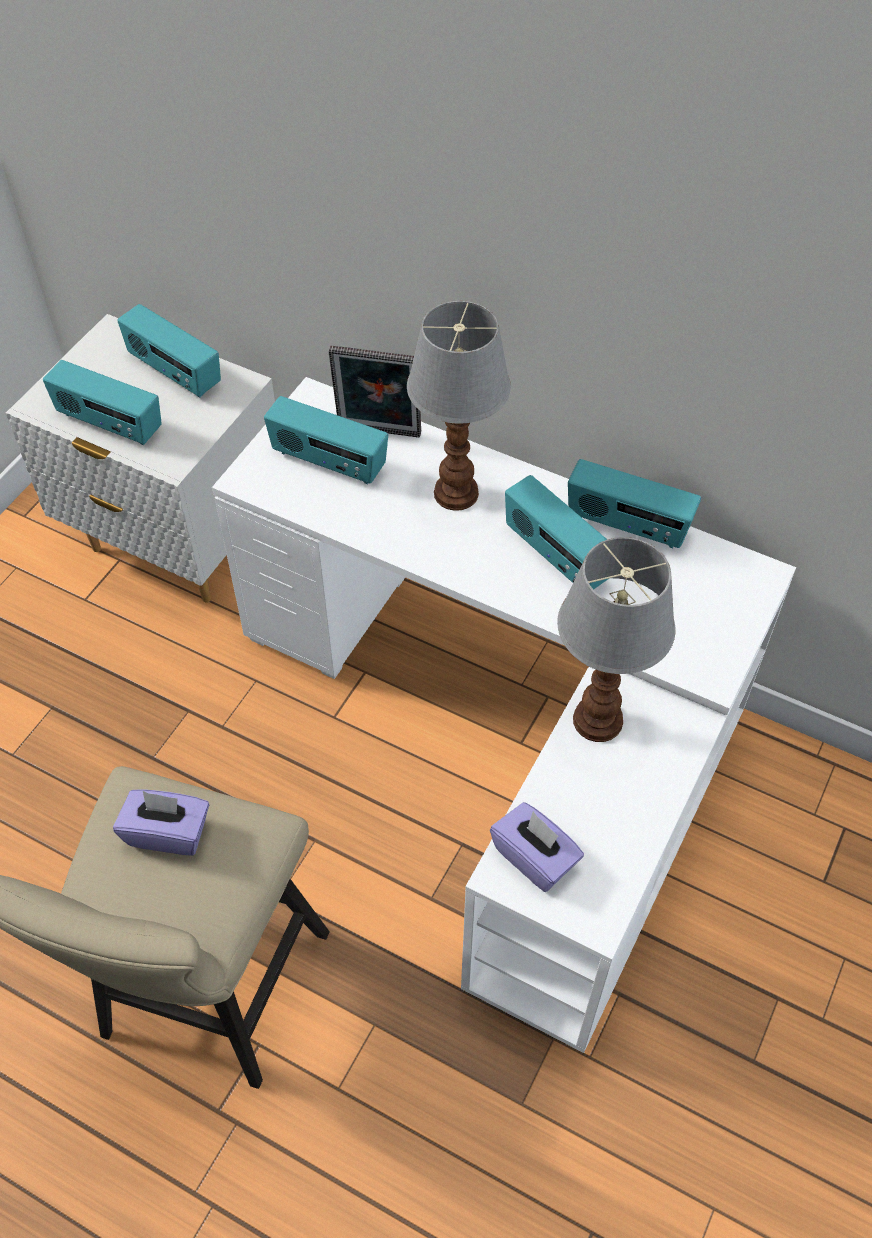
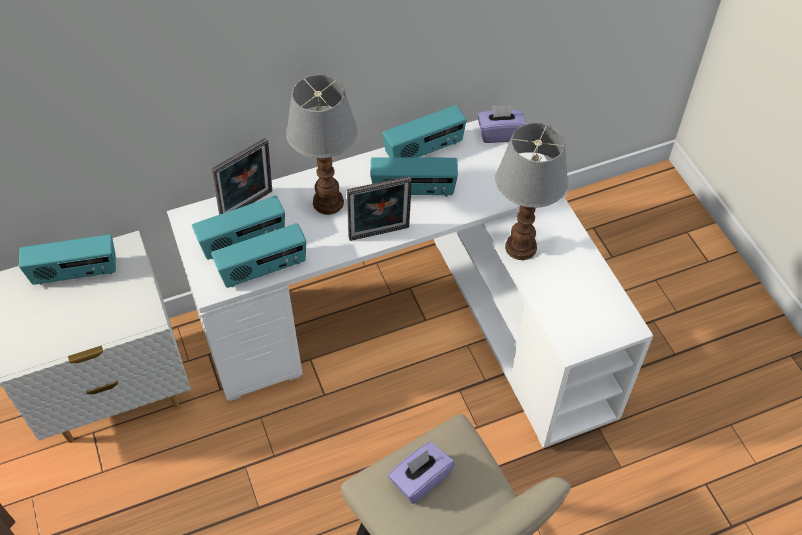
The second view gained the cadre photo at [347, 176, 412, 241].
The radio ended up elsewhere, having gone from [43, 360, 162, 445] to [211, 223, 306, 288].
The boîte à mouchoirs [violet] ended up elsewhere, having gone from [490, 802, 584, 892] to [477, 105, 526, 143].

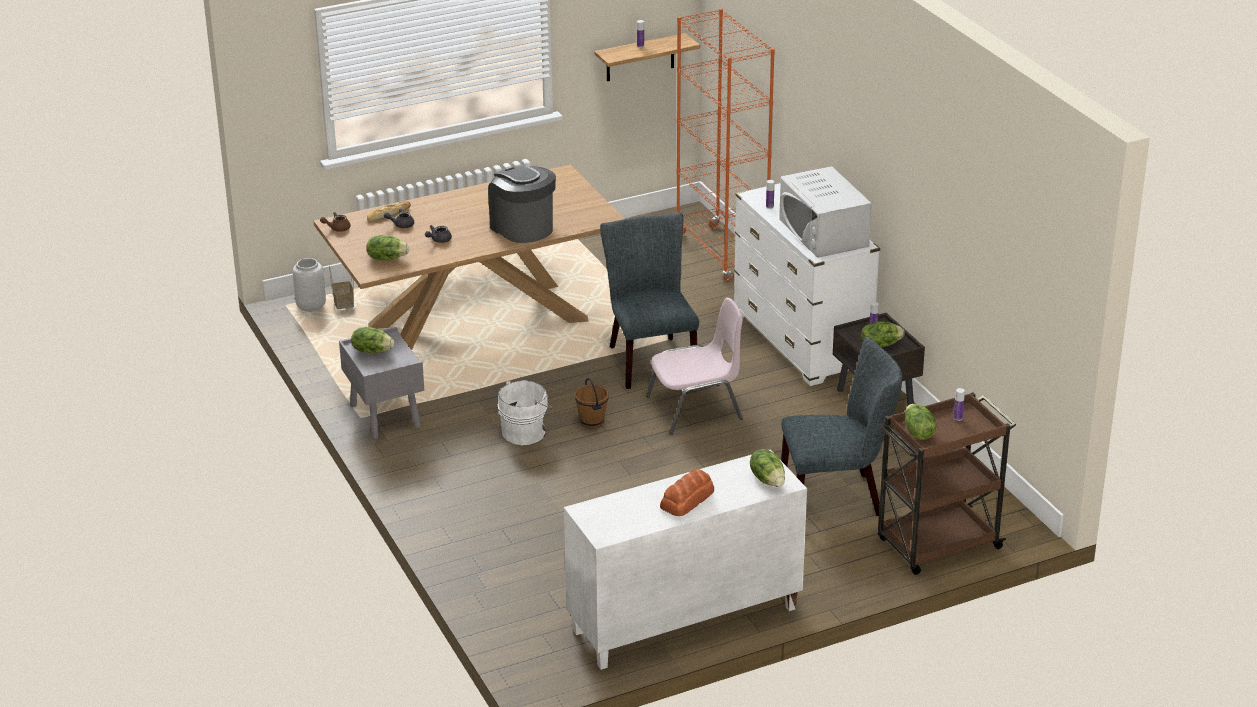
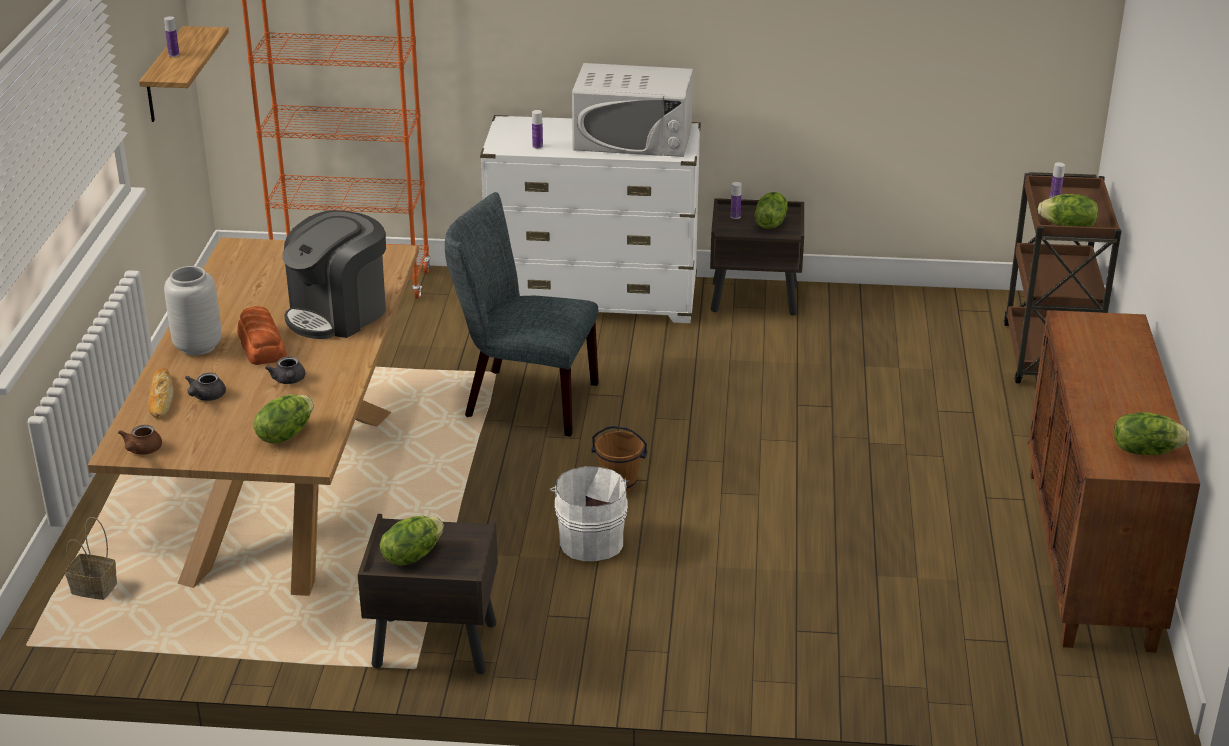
The second view lost the chaise [rose] at [646, 298, 743, 435].
The second view lost the chaise [gris] at [781, 337, 902, 516].
The vase [gris] ended up elsewhere, having gone from [293, 258, 326, 312] to [164, 266, 222, 355].
The pain ended up elsewhere, having gone from [660, 469, 714, 516] to [237, 306, 287, 365].
The laitue ended up elsewhere, having gone from [750, 449, 785, 487] to [1114, 412, 1189, 455].
What was the table de chevet [gris] at [339, 327, 424, 439] turned into the table de chevet [marron] at [358, 514, 498, 674].
What was the meuble de rangement [blanc] at [564, 449, 807, 670] turned into the meuble de rangement [marron] at [1028, 310, 1200, 653].
The machine à café at [488, 166, 556, 243] ended up facing another way, 45 degrees counterclockwise from before.

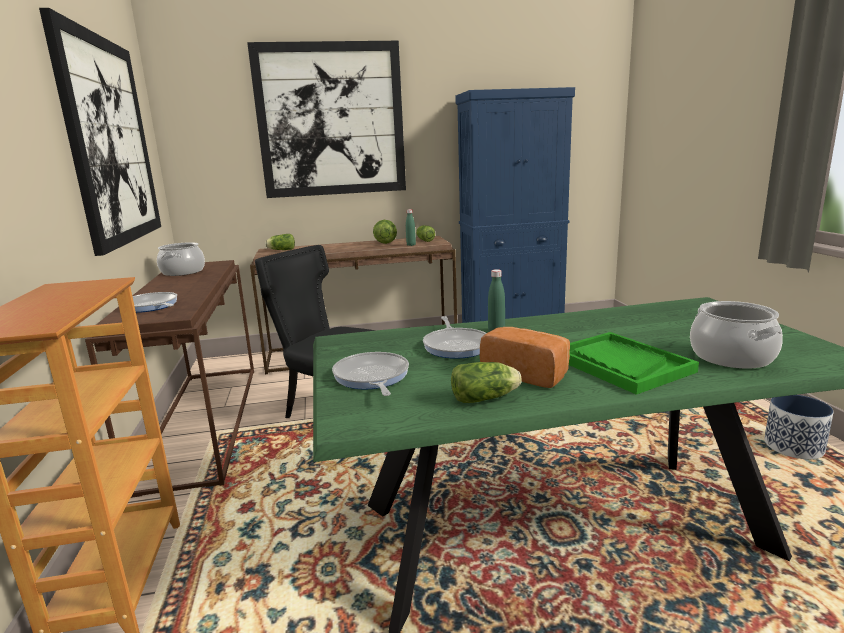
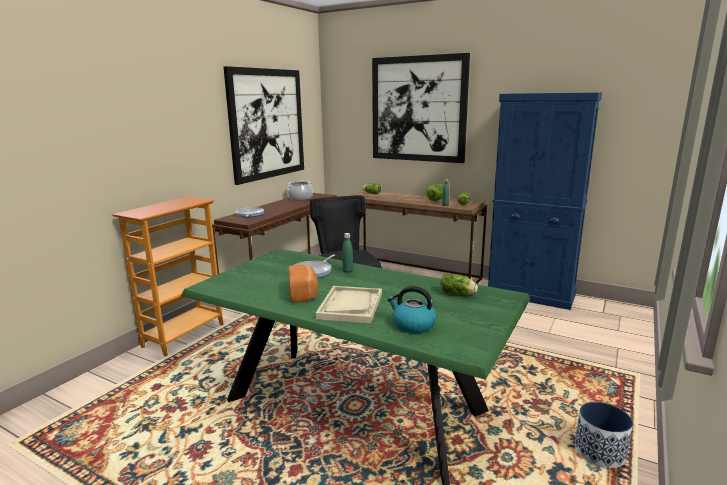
The second view lost the poêle at [332, 352, 409, 396].
The laitue ended up elsewhere, having gone from [451, 362, 522, 403] to [440, 273, 478, 295].
Where the marmite stood at [690, 301, 783, 369], the bouilloire came to stand at [388, 286, 437, 333].
What was the plateau [vert] at [569, 332, 699, 395] turned into the plateau [beige] at [316, 286, 382, 323].

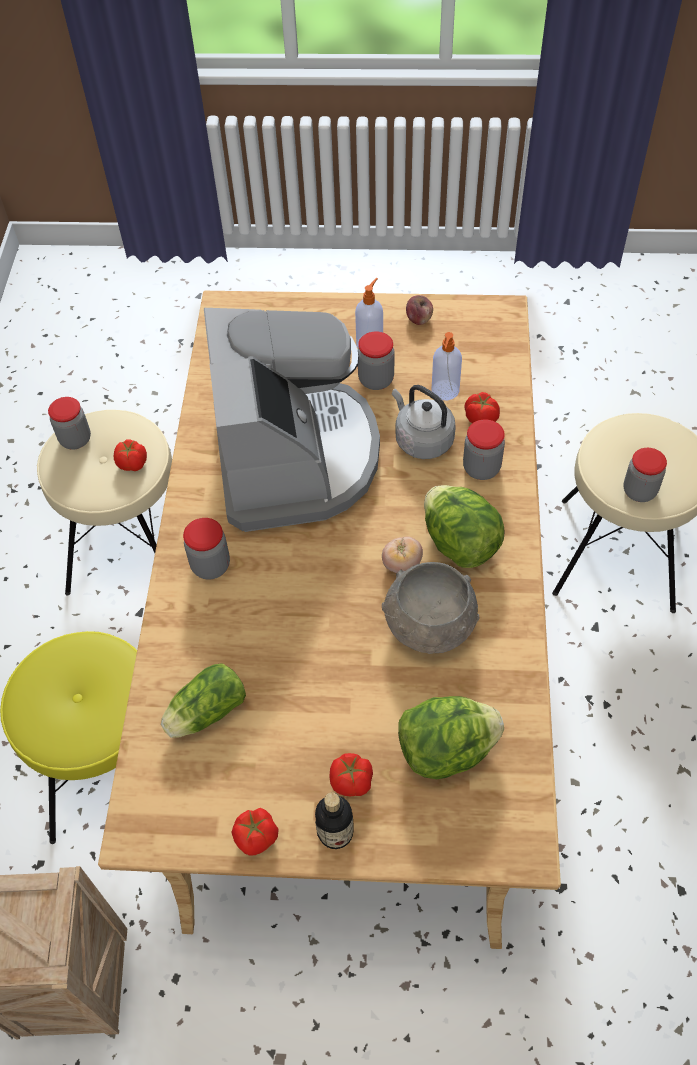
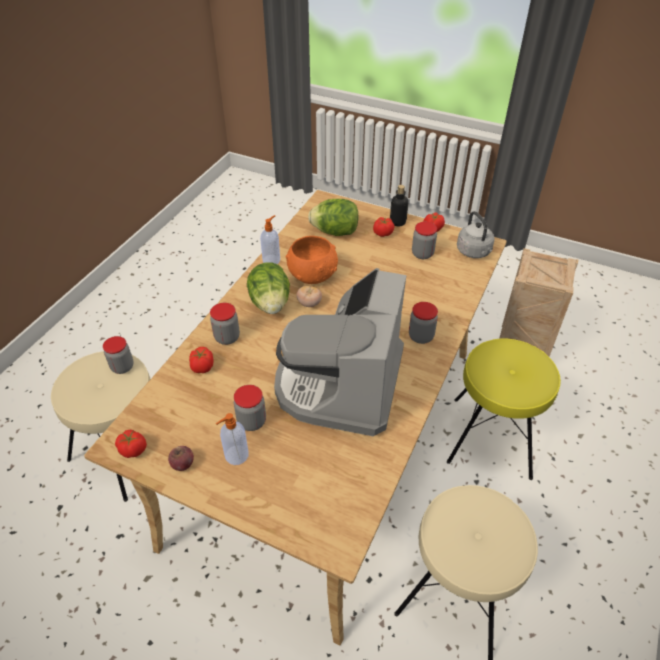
The second view lost the laitue at [161, 663, 246, 738].
The bocal ended up elsewhere, having gone from [48, 397, 91, 449] to [412, 222, 437, 259].
The tomate ended up elsewhere, having gone from [113, 439, 147, 471] to [115, 430, 147, 458].
The bouilloire [gris] ended up elsewhere, having gone from [392, 385, 456, 459] to [457, 211, 495, 258].
The distributeur de savon ended up elsewhere, having gone from [432, 332, 462, 400] to [260, 215, 280, 264].
What was the bol [gris] at [382, 562, 479, 654] turned into the bol [orange] at [286, 236, 338, 284].

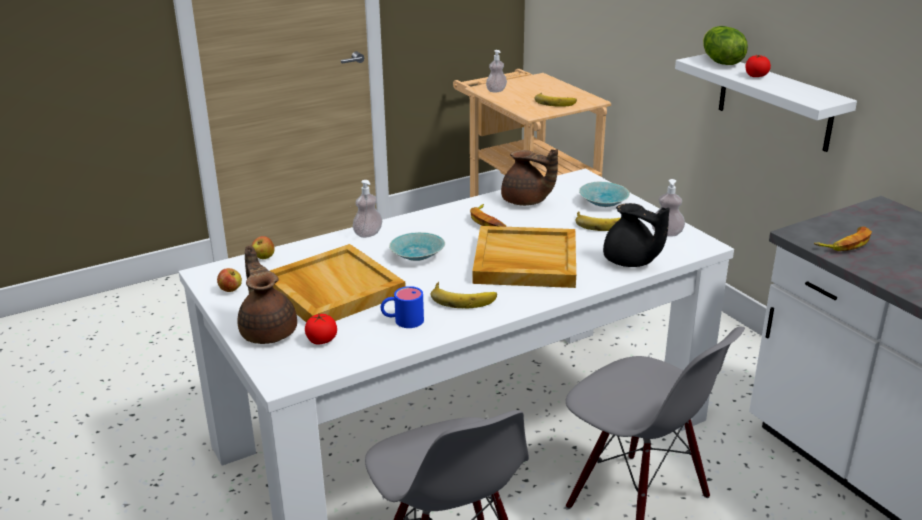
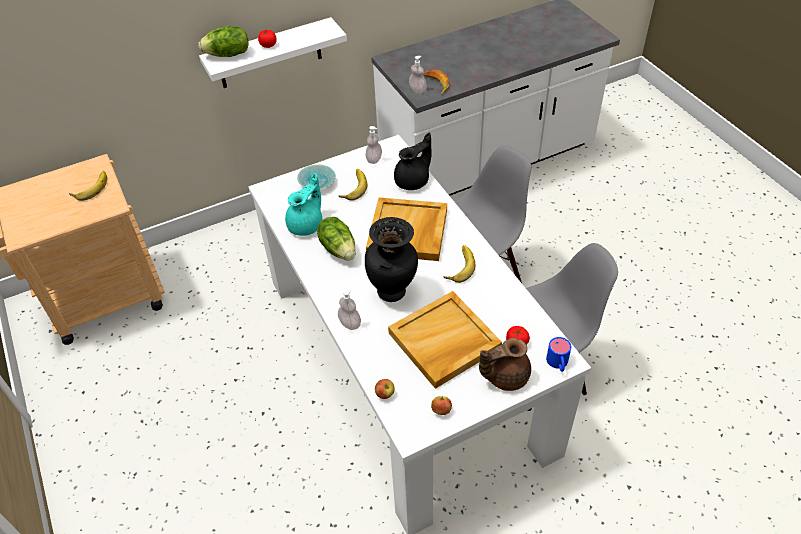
The mug [bleu] ended up elsewhere, having gone from [381, 286, 424, 328] to [546, 337, 571, 372].
The distributeur de savon ended up elsewhere, having gone from [486, 50, 507, 93] to [409, 56, 427, 94].
Where the bol [turquoise] stood at [389, 232, 445, 261], the vase [noir] came to stand at [365, 217, 418, 302].
Where the banane stood at [470, 204, 506, 227], the laitue came to stand at [317, 217, 356, 260].
What was the théière [marron] at [501, 149, 558, 206] turned into the théière [turquoise] at [285, 173, 323, 236].

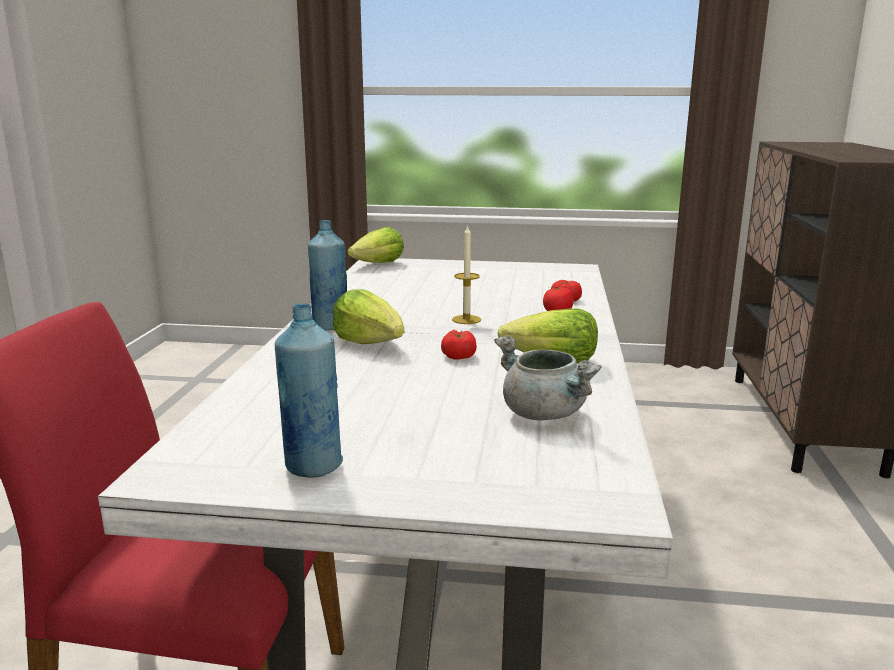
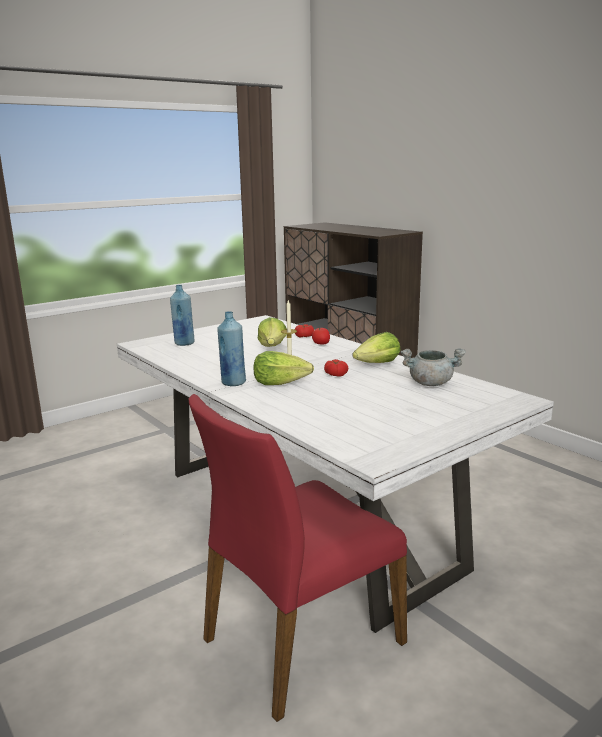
The bouteille [bleu] ended up elsewhere, having gone from [275, 303, 343, 478] to [170, 285, 195, 346].
The laitue ended up elsewhere, having gone from [348, 227, 404, 263] to [258, 317, 287, 347].

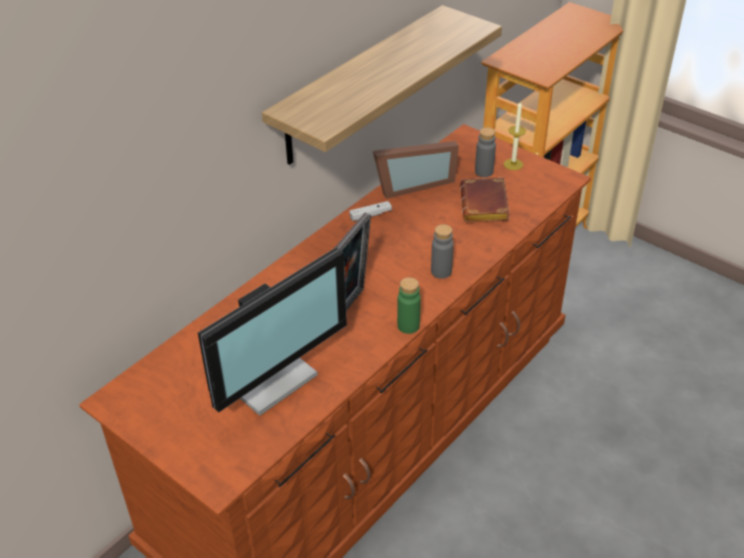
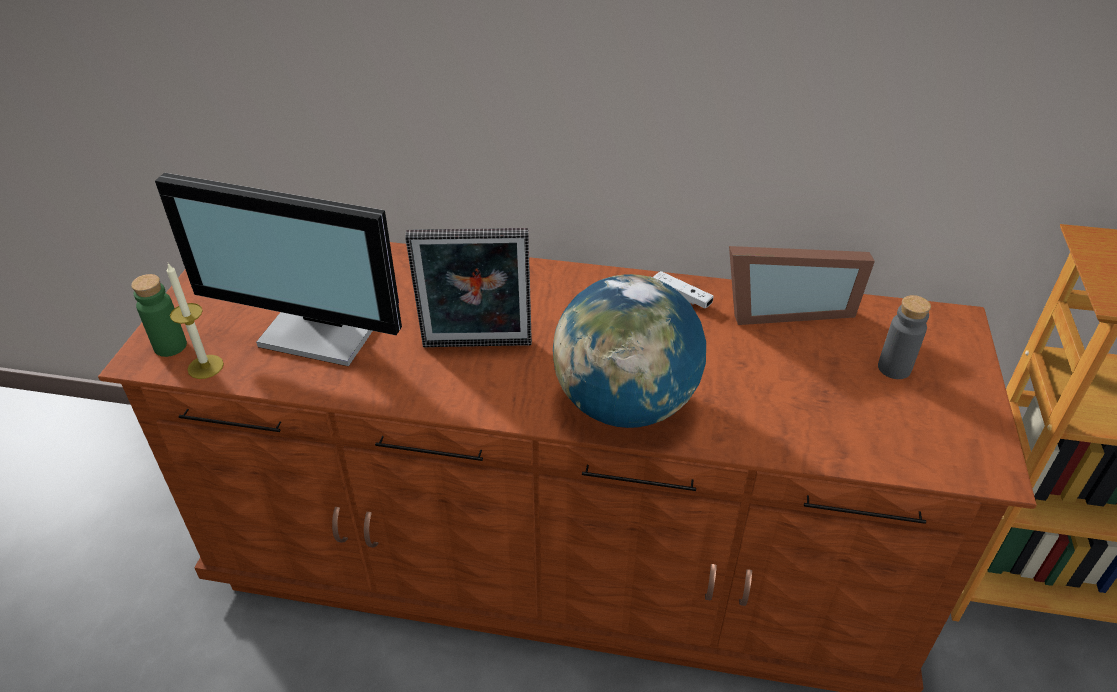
The second view lost the étagère at [262, 5, 502, 165].
The second view lost the livre [marron] at [460, 178, 509, 222].
The bouteille [vert] ended up elsewhere, having gone from [397, 277, 421, 334] to [131, 274, 187, 357].
The bougie ended up elsewhere, having gone from [504, 100, 526, 170] to [167, 263, 224, 379].
Where the bouteille [gris] stood at [431, 224, 454, 279], the globe came to stand at [553, 274, 706, 428].
The cadre photo at [373, 141, 459, 199] ended up facing another way, 45 degrees counterclockwise from before.

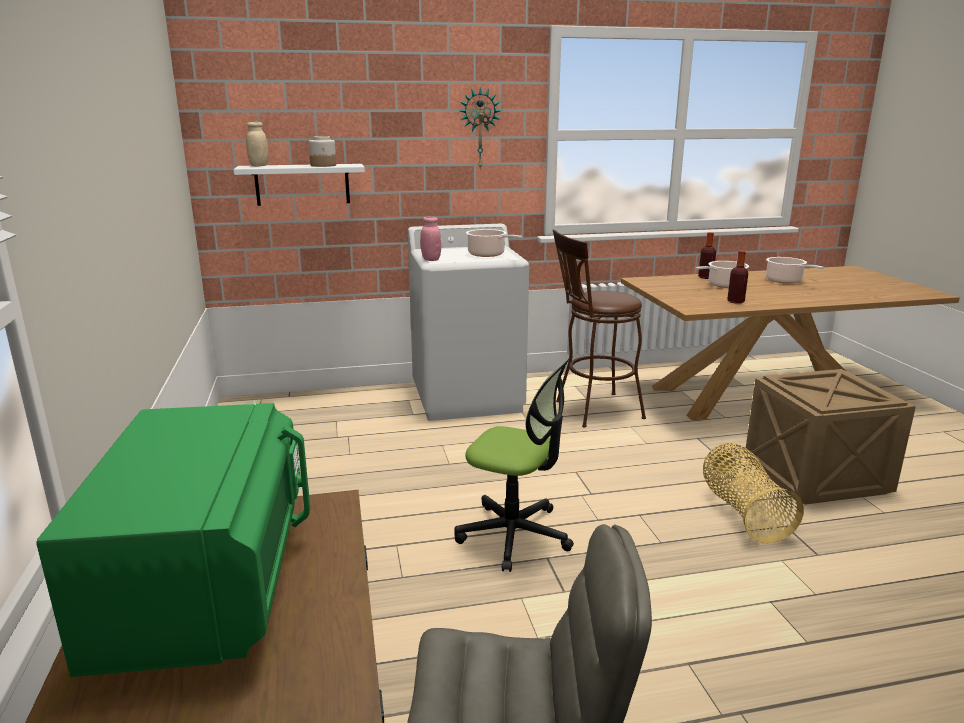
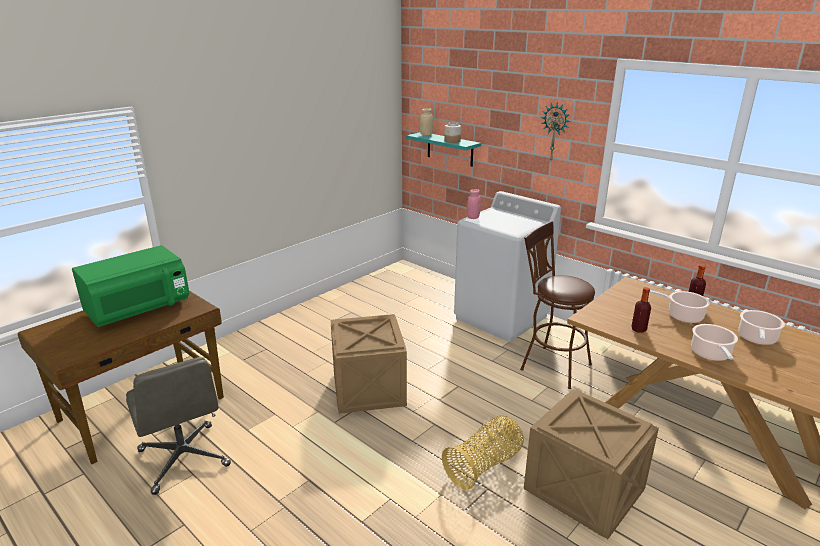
The marmite ended up elsewhere, having gone from [466, 229, 522, 257] to [691, 324, 738, 361].
Where the chaise de bureau stood at [455, 358, 574, 572], the caisse came to stand at [331, 314, 407, 414].
What was the étagère [blanc] at [234, 164, 365, 206] turned into the étagère [turquoise] at [406, 132, 481, 167].

